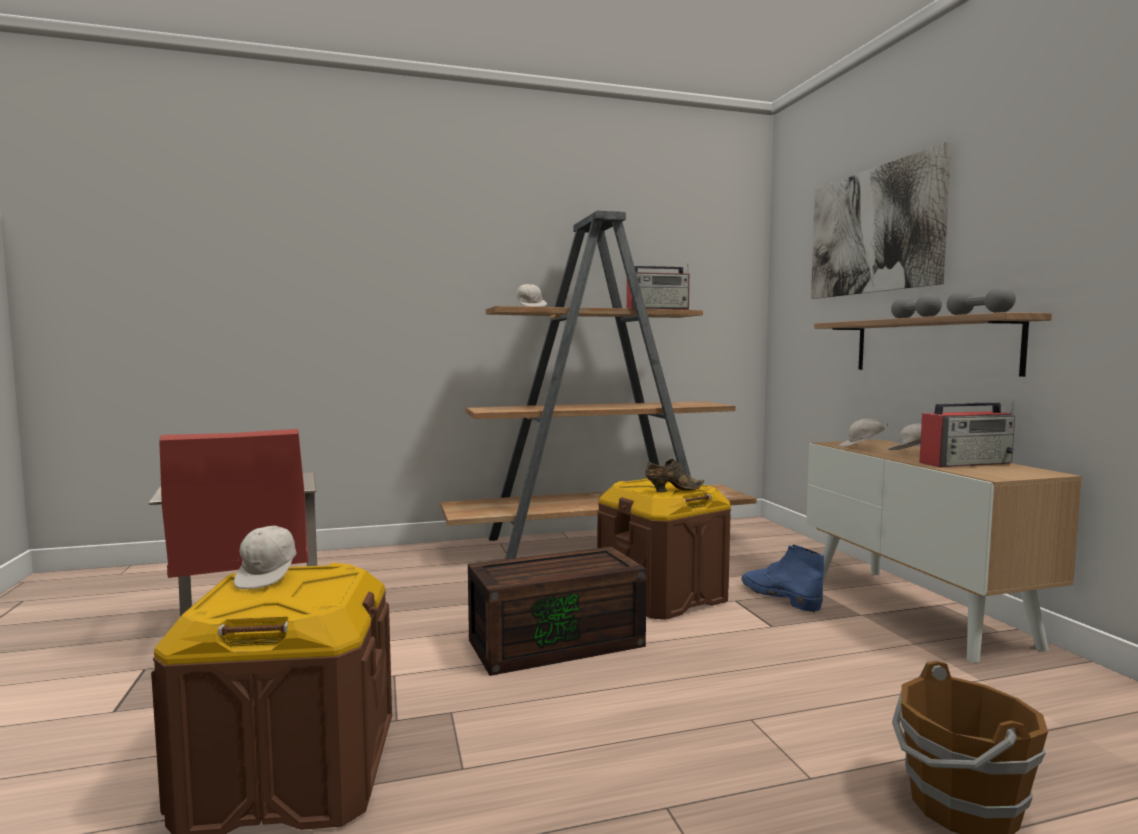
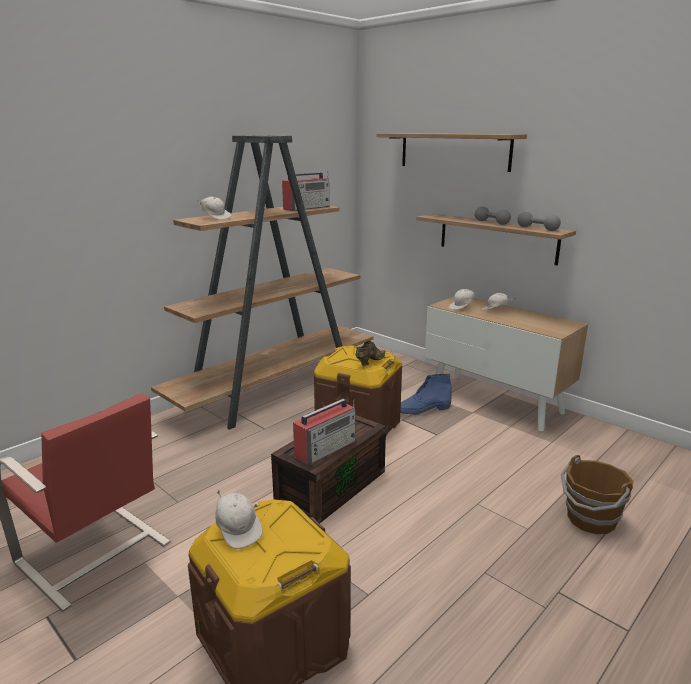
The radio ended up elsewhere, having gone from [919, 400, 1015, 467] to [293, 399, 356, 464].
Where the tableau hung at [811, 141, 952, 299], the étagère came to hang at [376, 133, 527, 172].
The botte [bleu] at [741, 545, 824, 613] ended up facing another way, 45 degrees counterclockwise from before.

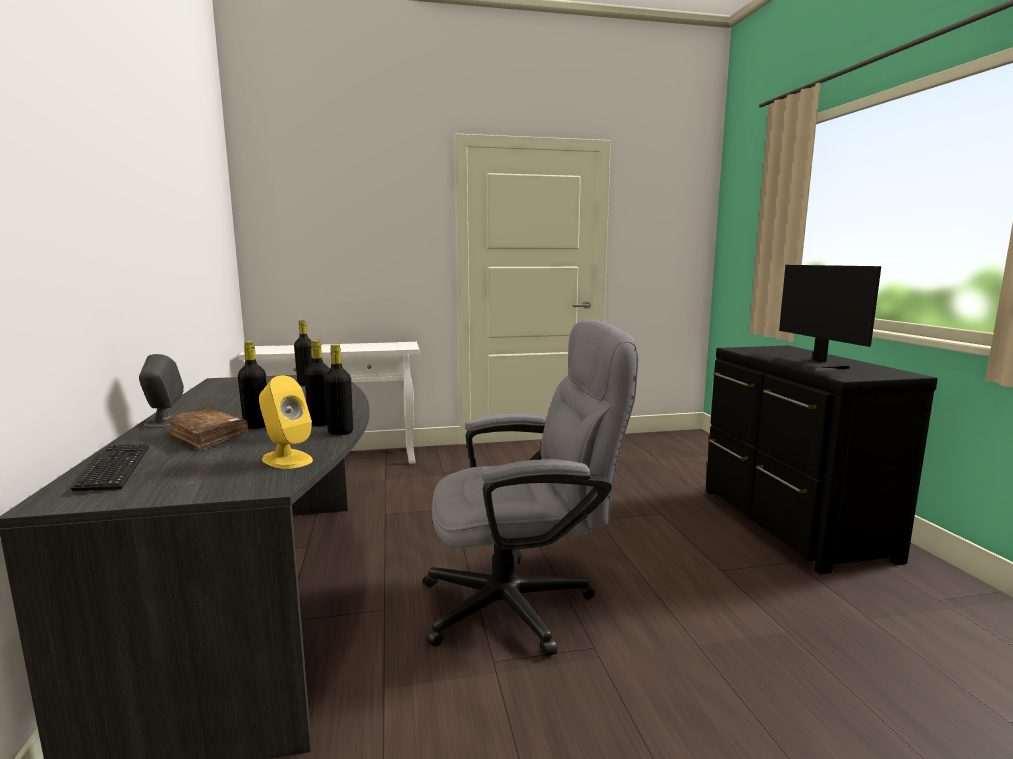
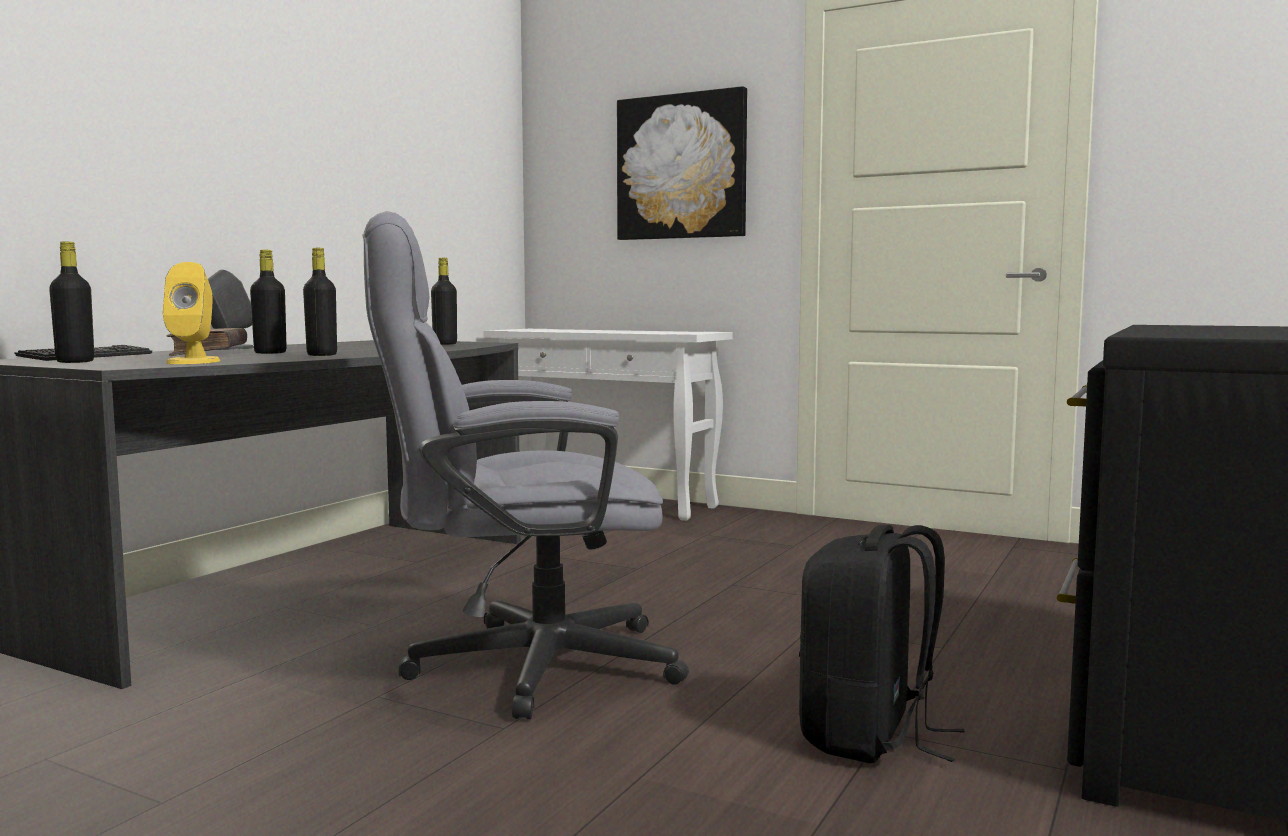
The second view lost the écran d'ordinateur at [772, 265, 881, 371].
The second view gained the tableau at [617, 86, 747, 240].
The second view gained the sac à dos [noir] at [799, 524, 965, 763].
The bouteille [noir] ended up elsewhere, having gone from [324, 344, 353, 435] to [49, 241, 94, 363].
The chaise de bureau [gris] at [423, 320, 638, 657] ended up facing another way, 135 degrees clockwise from before.

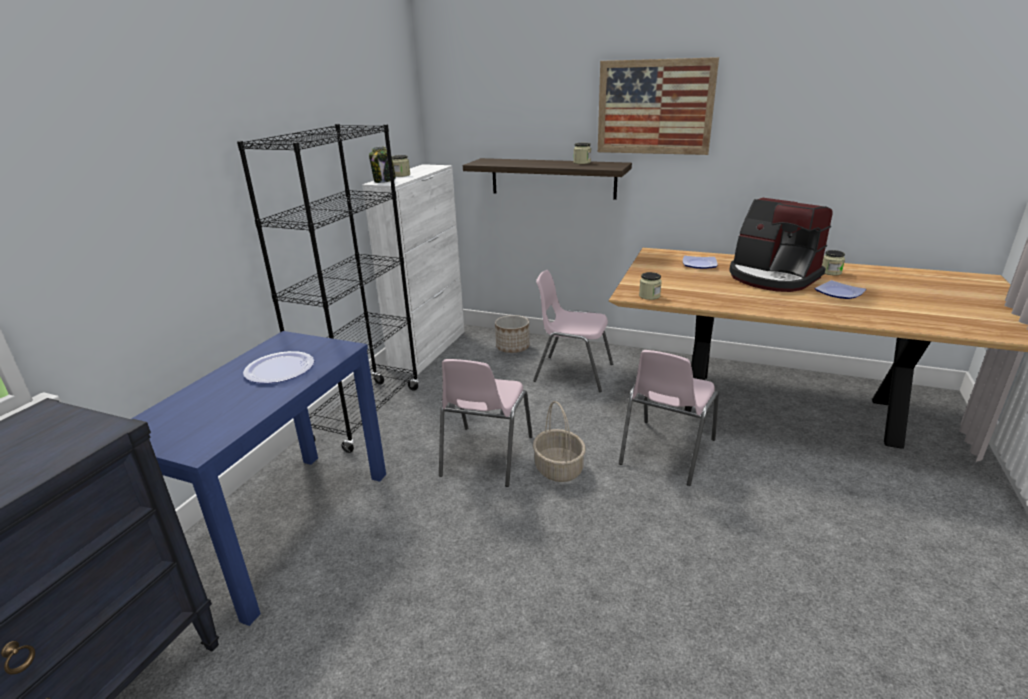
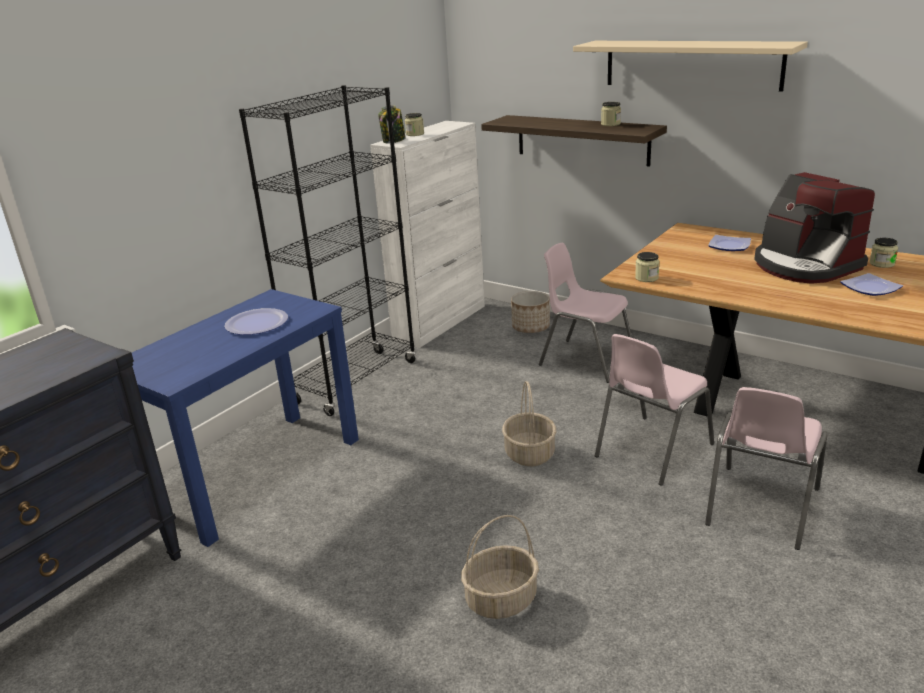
The second view gained the panier at [461, 515, 539, 619].
The chaise [rose] ended up elsewhere, having gone from [439, 359, 533, 487] to [705, 387, 828, 550].
Where the tableau hung at [598, 57, 719, 155], the étagère [beige] came to hang at [573, 41, 808, 92].

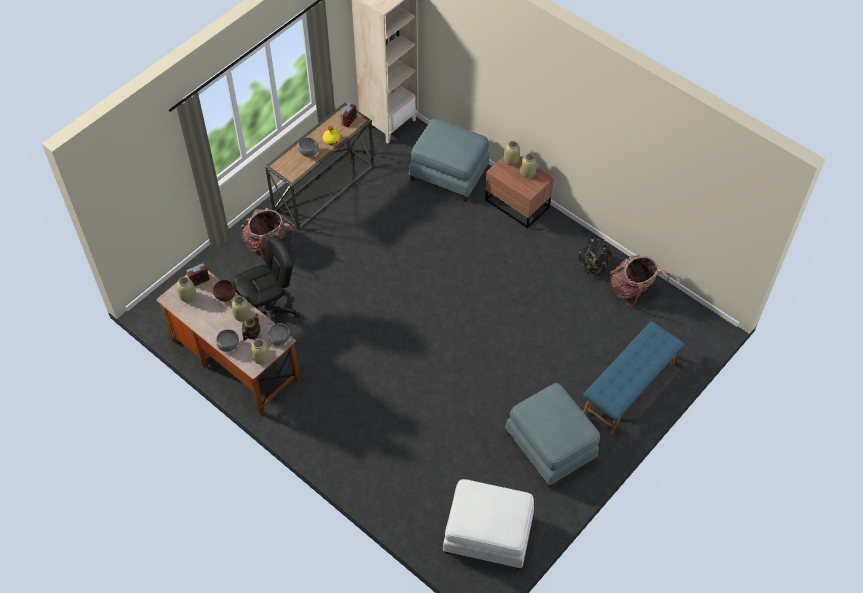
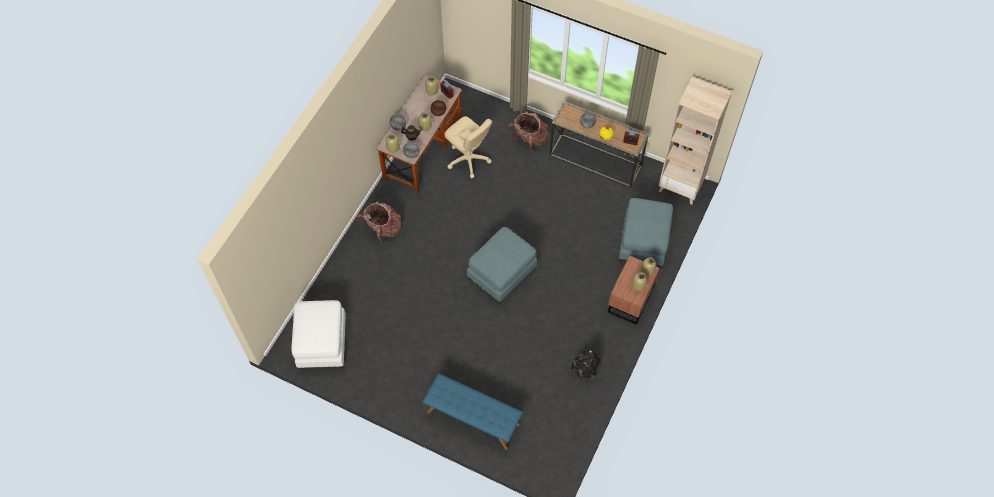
The pouf [bleu] ended up elsewhere, having gone from [505, 383, 600, 489] to [467, 227, 537, 303].
The sac à dos ended up elsewhere, having gone from [610, 255, 669, 306] to [356, 202, 401, 244].
What was the chaise de bureau [noir] at [233, 236, 300, 321] turned into the chaise de bureau [beige] at [444, 116, 492, 178].

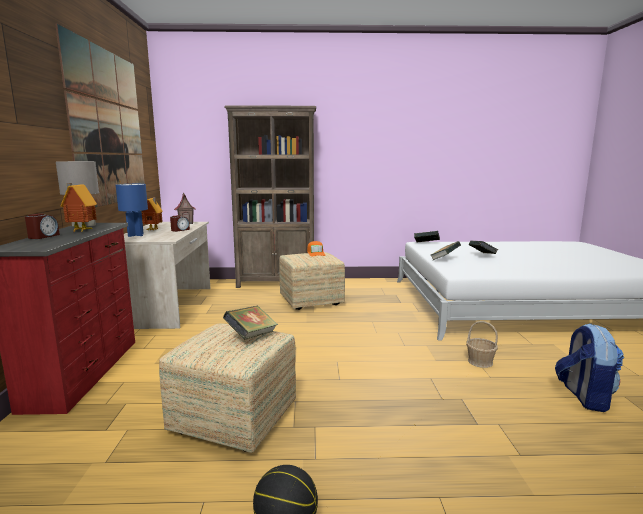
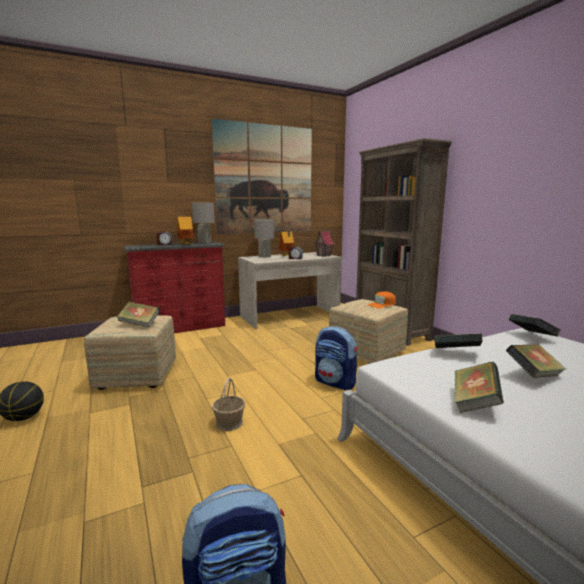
The second view gained the sac à dos at [315, 326, 358, 390].
The second view gained the livre at [455, 362, 504, 413].
The panier ended up elsewhere, having gone from [466, 321, 498, 368] to [212, 378, 245, 431].
What was the lampe de table [bleu] at [116, 184, 148, 237] turned into the lampe de table [gris] at [254, 219, 274, 258].

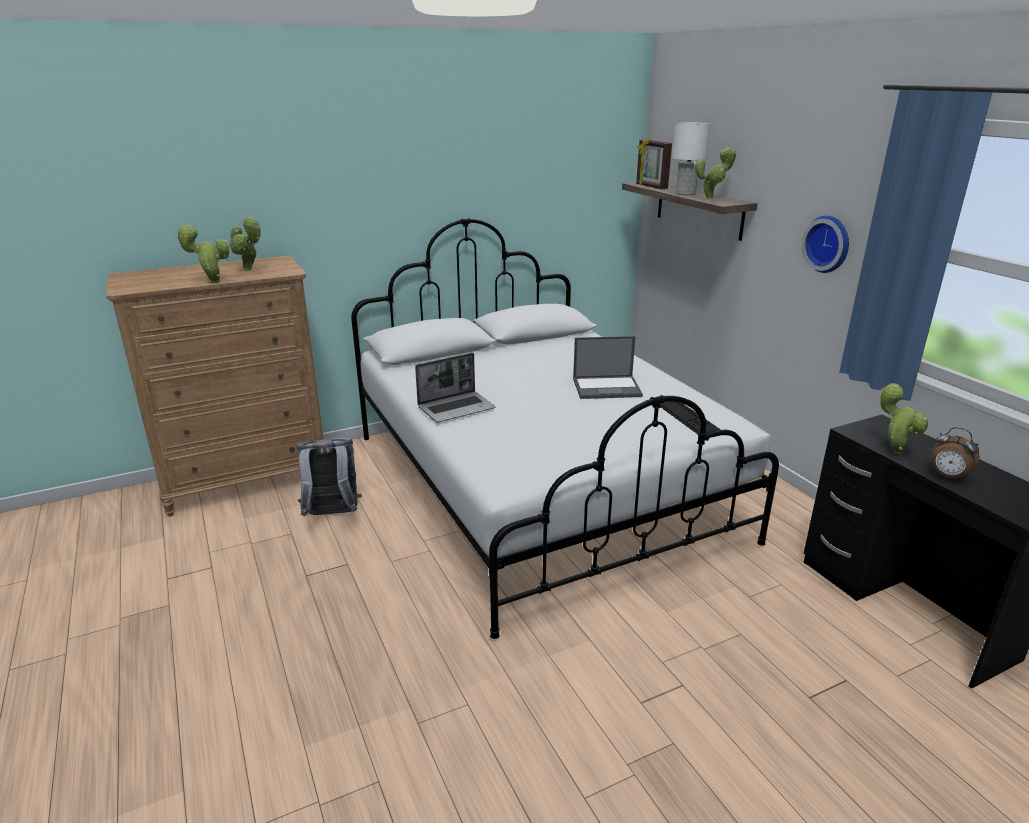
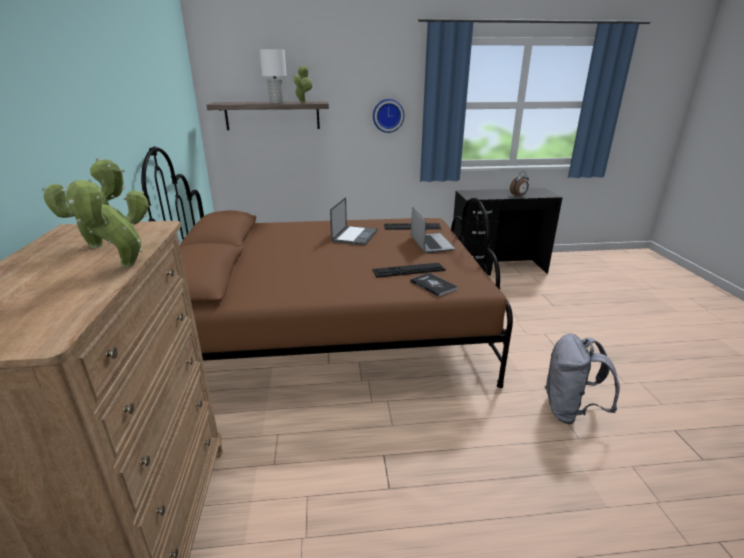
The second view lost the cadre photo at [636, 139, 672, 189].
The second view lost the plante en pot at [880, 383, 928, 454].
The second view gained the clavier at [372, 263, 446, 278].
The second view gained the livre at [410, 273, 458, 297].
The sac à dos [gris] ended up elsewhere, having gone from [296, 438, 362, 517] to [544, 334, 620, 424].
The ordinateur portable ended up elsewhere, having gone from [415, 353, 495, 422] to [411, 207, 455, 253].
What was the lit [blanc] at [351, 218, 779, 639] turned into the lit [marron] at [141, 146, 513, 388].

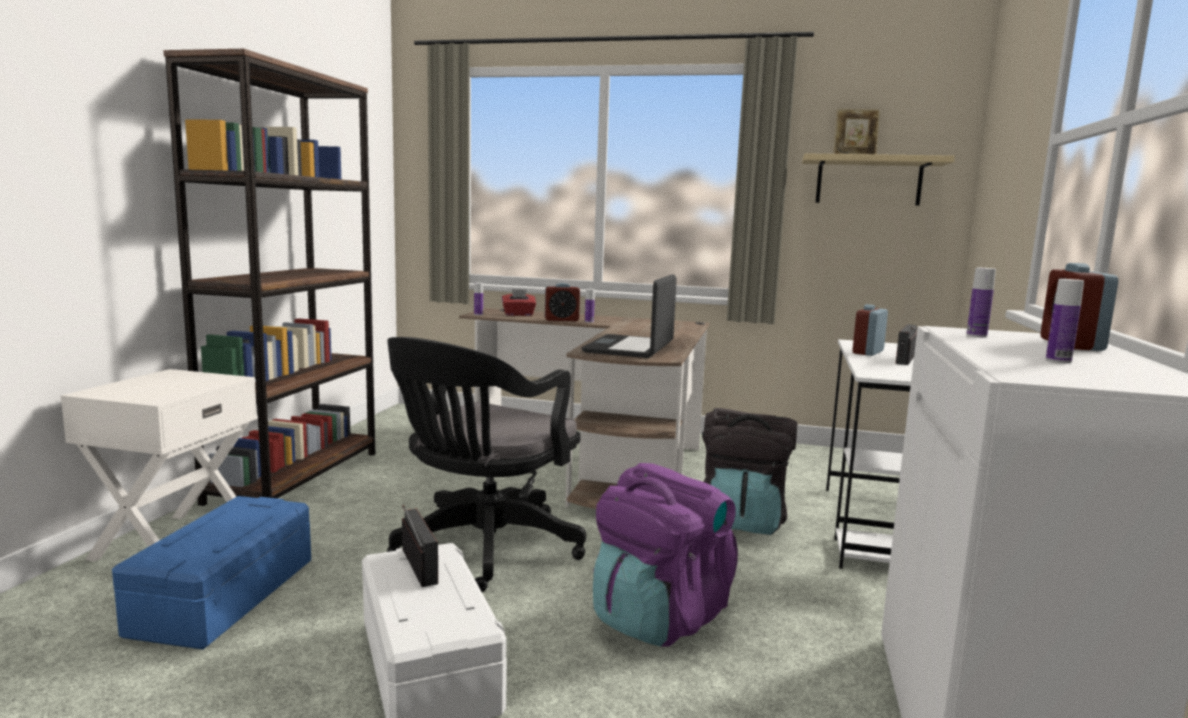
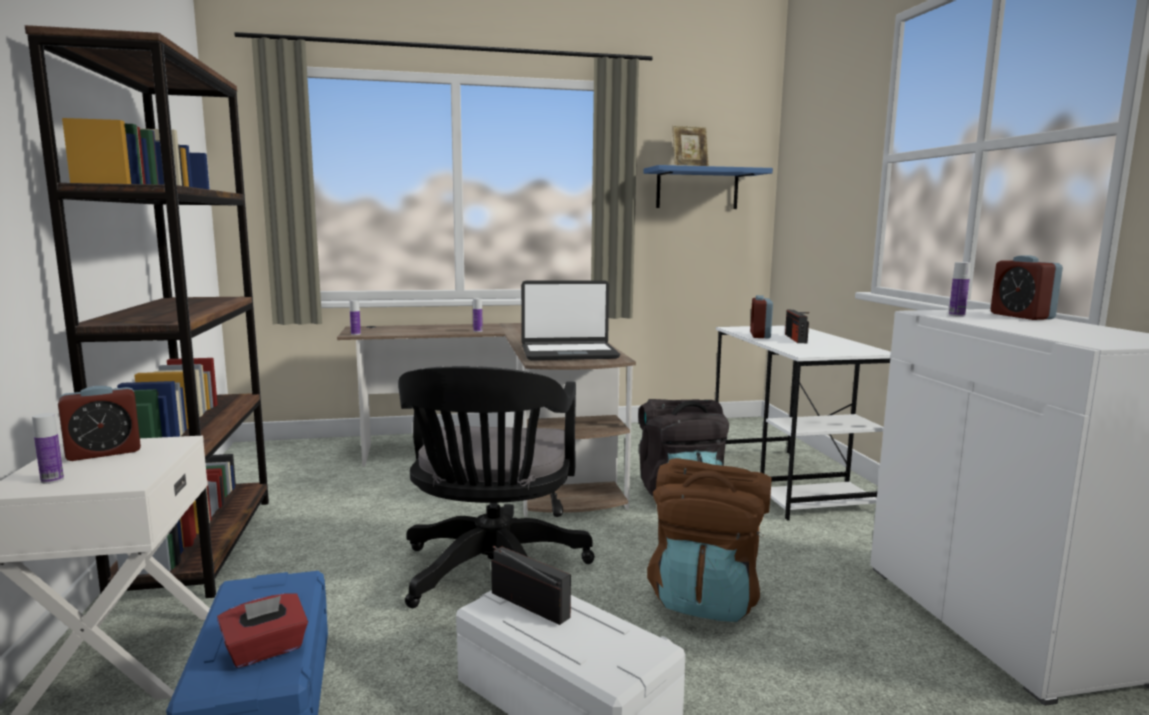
The boîte à mouchoirs [rouge] ended up elsewhere, having gone from [502, 289, 536, 316] to [217, 593, 308, 668].
The réveil ended up elsewhere, having gone from [545, 283, 580, 321] to [58, 386, 141, 461].
The bouteille ended up elsewhere, having gone from [1046, 279, 1084, 363] to [32, 413, 64, 484].
What was the sac à dos [violet] at [593, 463, 738, 647] turned into the sac à dos [marron] at [647, 458, 772, 622].
What was the étagère [beige] at [802, 153, 955, 206] turned into the étagère [bleu] at [644, 165, 773, 209].
The ordinateur portable at [581, 274, 677, 358] ended up facing another way, 90 degrees counterclockwise from before.

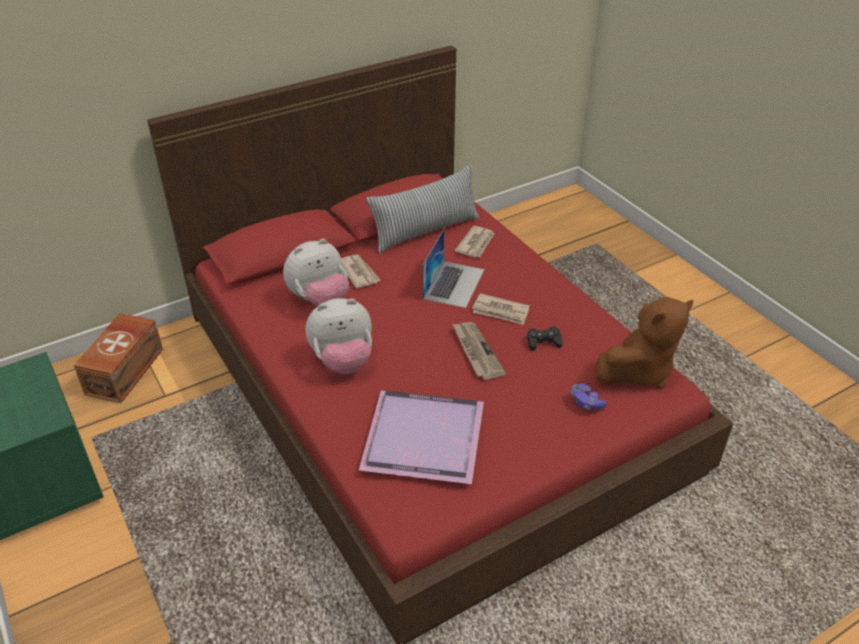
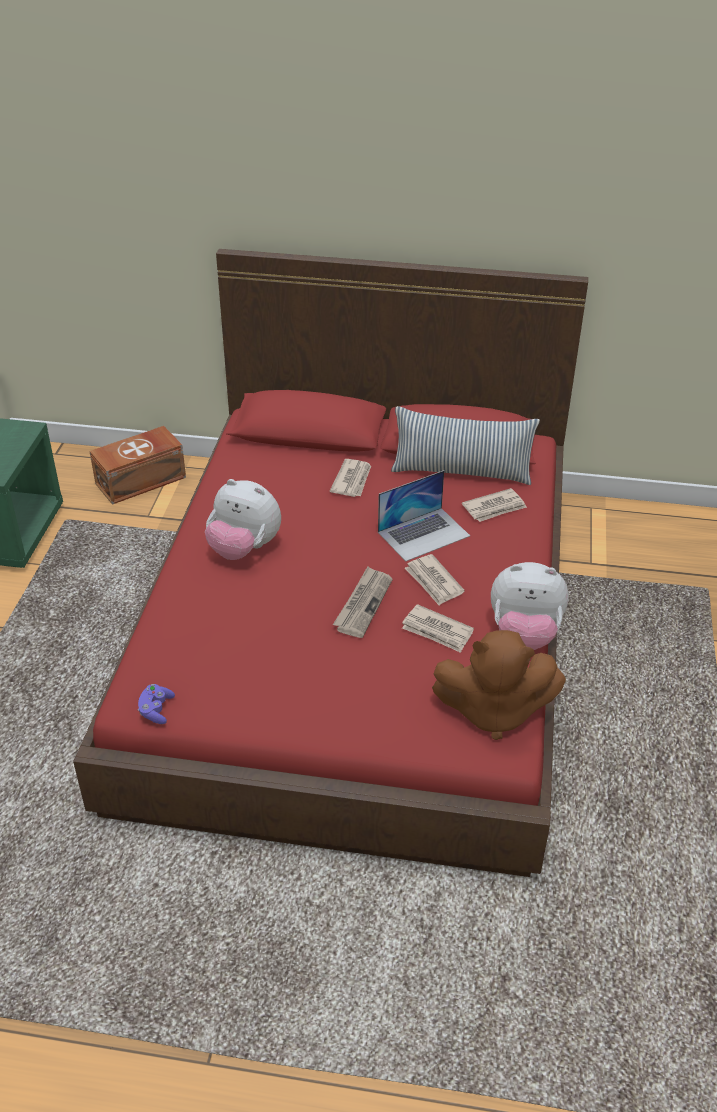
The second view lost the plateau [violet] at [359, 391, 484, 484].
The peluche ended up elsewhere, having gone from [283, 239, 349, 307] to [491, 562, 569, 650].
The manette [violet] ended up elsewhere, having gone from [571, 383, 607, 410] to [138, 684, 175, 724].
Where the manette [noir] stood at [527, 326, 563, 351], the journal came to stand at [402, 604, 474, 653].

